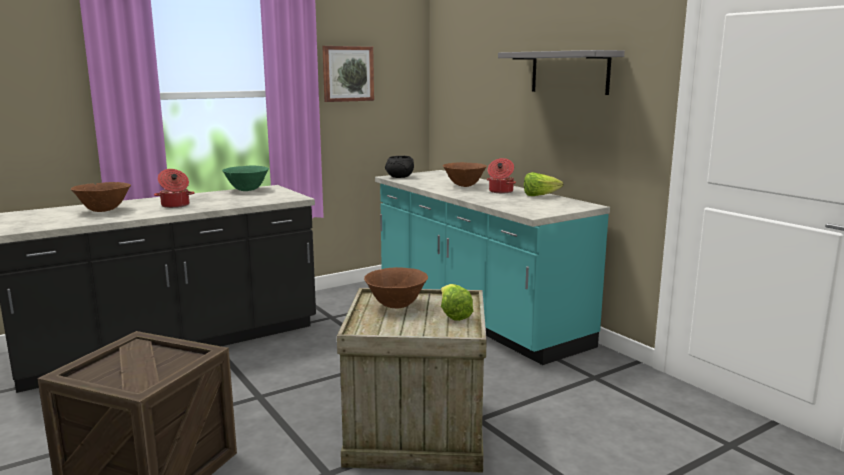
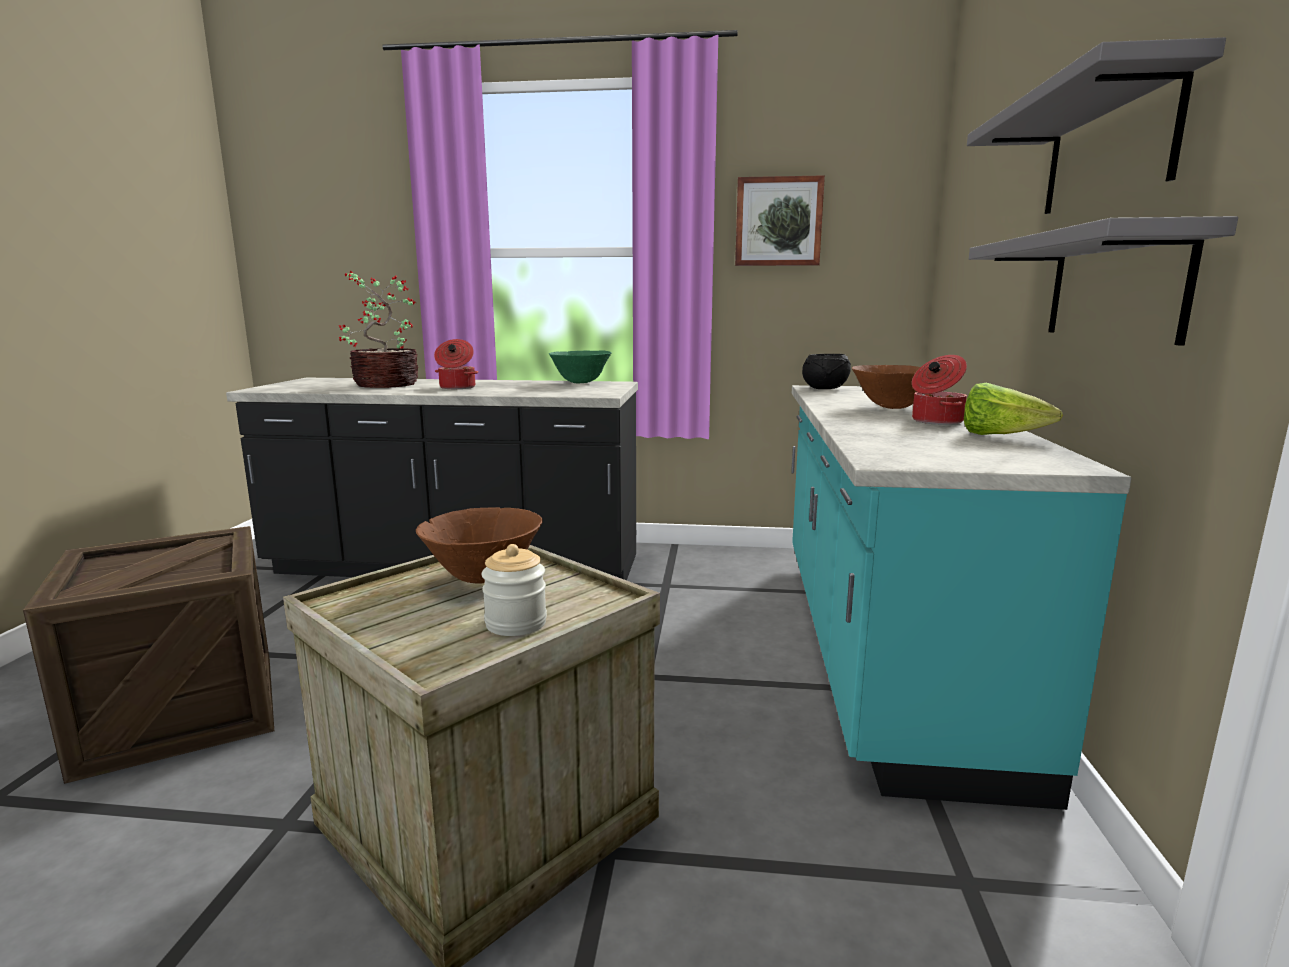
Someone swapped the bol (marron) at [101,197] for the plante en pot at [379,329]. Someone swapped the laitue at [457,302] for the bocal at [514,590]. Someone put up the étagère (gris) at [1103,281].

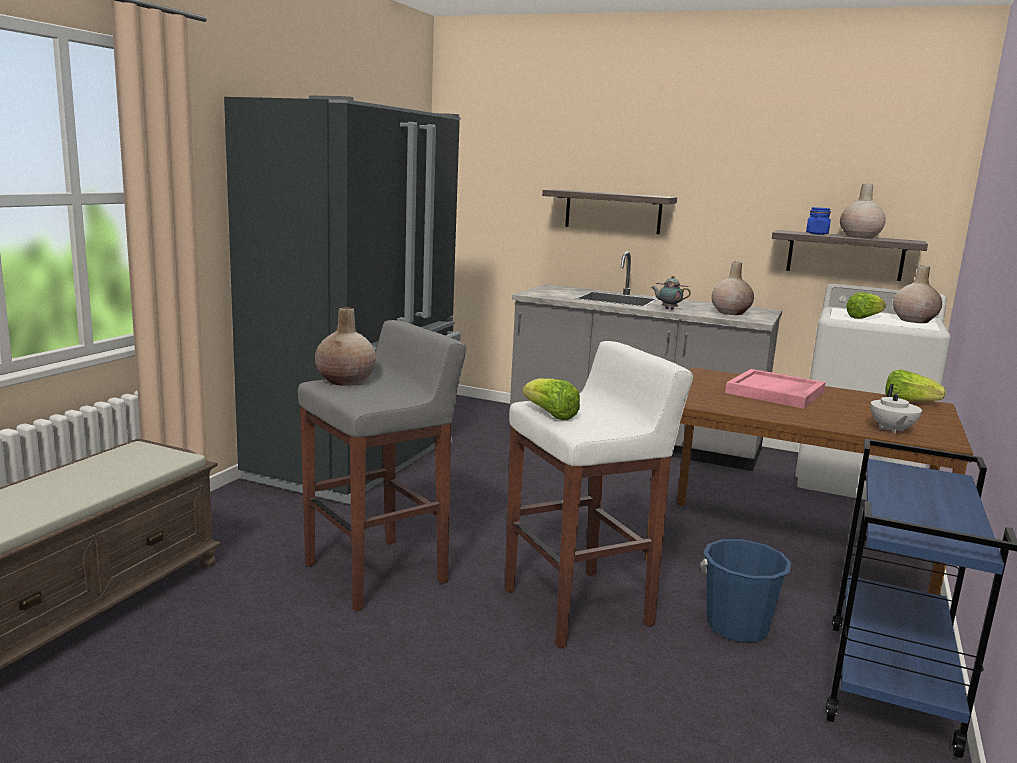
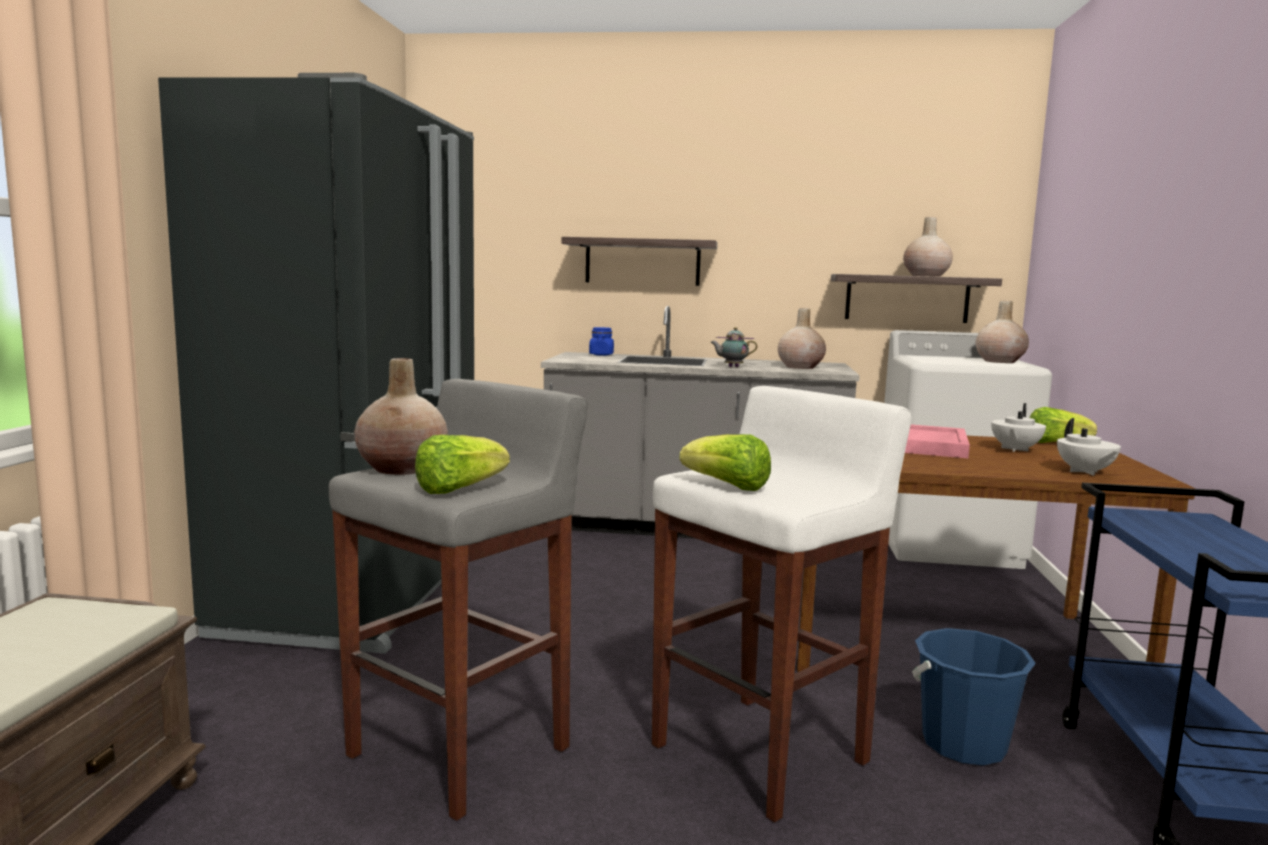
Someone carried the bocal (bleu) from [818,221] to [601,341]. Someone carried the laitue from [866,305] to [462,464]. Someone put down the théière (blanc) at [1018,427].

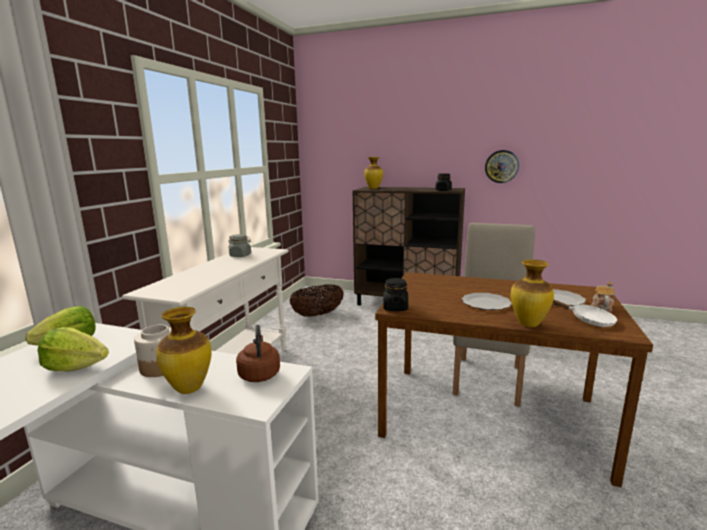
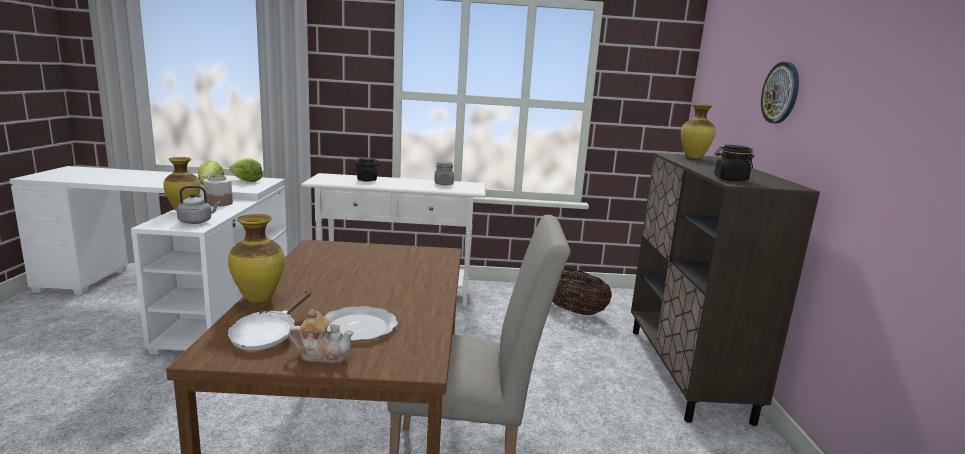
Someone carried the horloge murale from [502,166] to [780,93]. Someone carried the bocal (noir) from [395,294] to [367,169]. Someone took away the assiette at [487,301]. Someone repainted the bouilloire (marron) at [258,353], which became the bouilloire (gris) at [198,204].

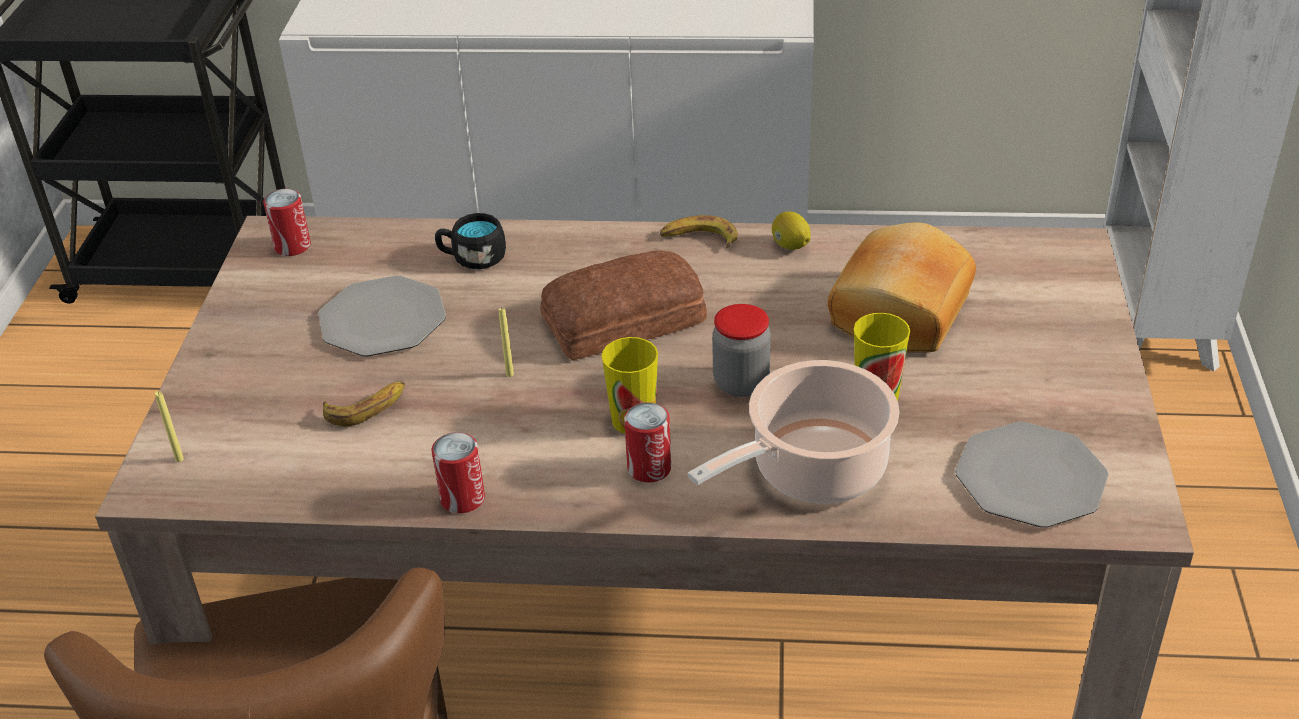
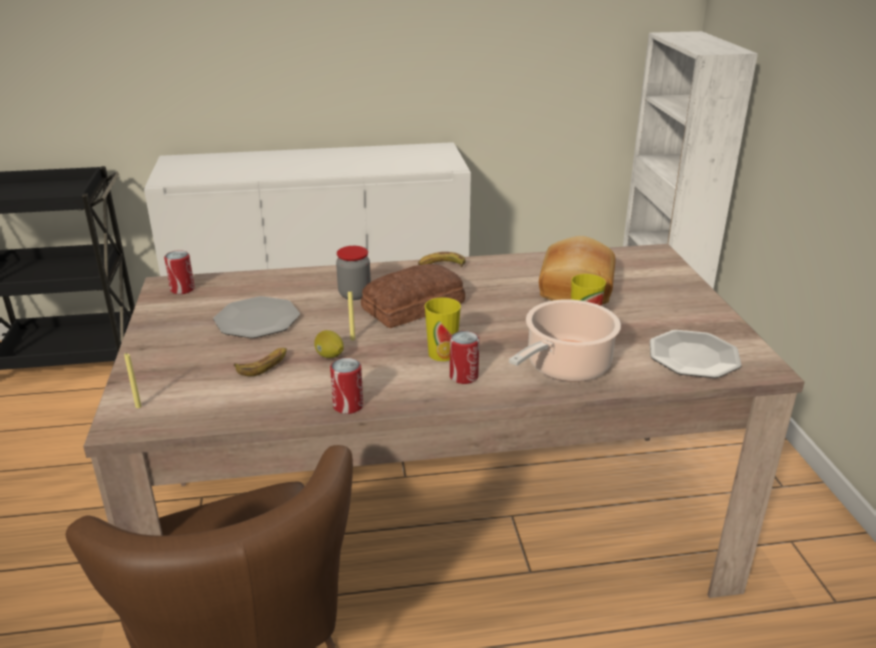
Someone carried the citron from [791,231] to [329,344]. Someone took away the mug (noir) at [470,241]. Someone carried the bocal from [741,350] to [353,273].

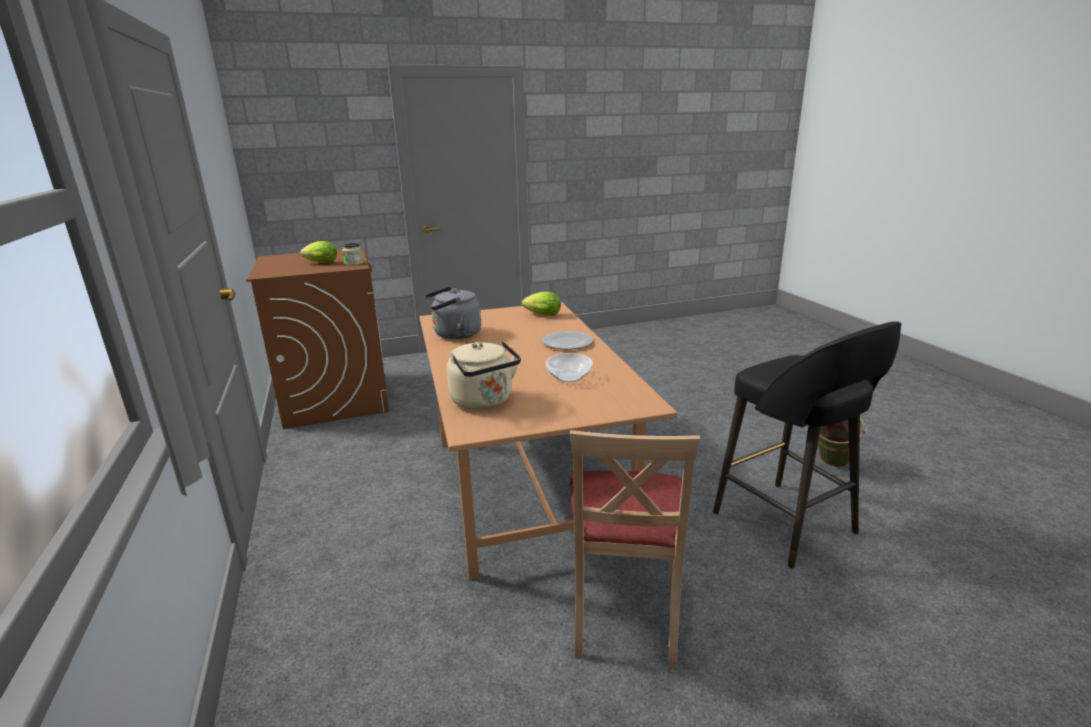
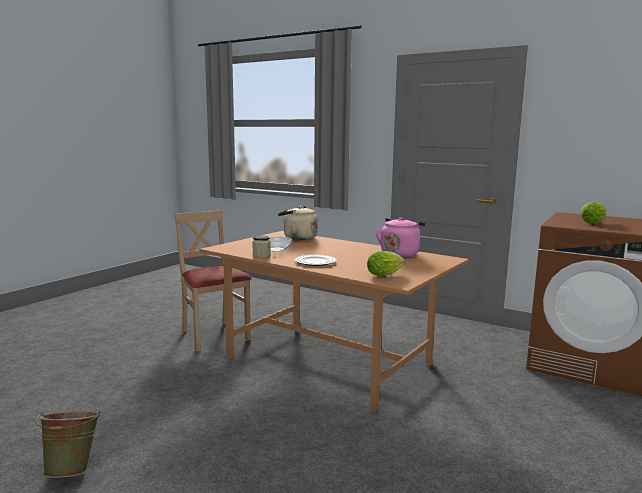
Someone carried the bocal from [352,254] to [261,247]. Someone repainted the bouilloire (gris) at [453,313], which became the bouilloire (rose) at [400,237]. Someone took away the tabouret (noir) at [807,444].

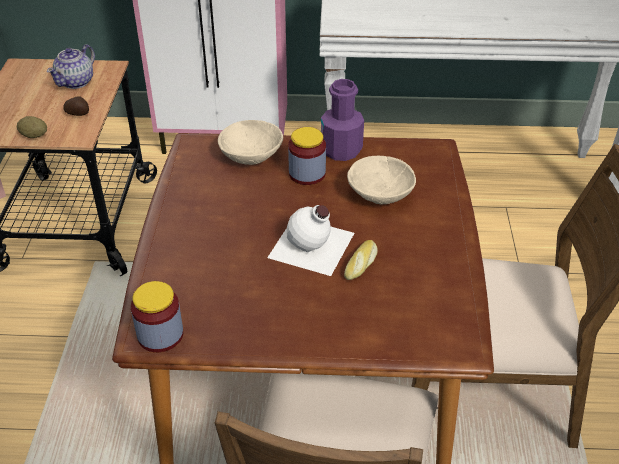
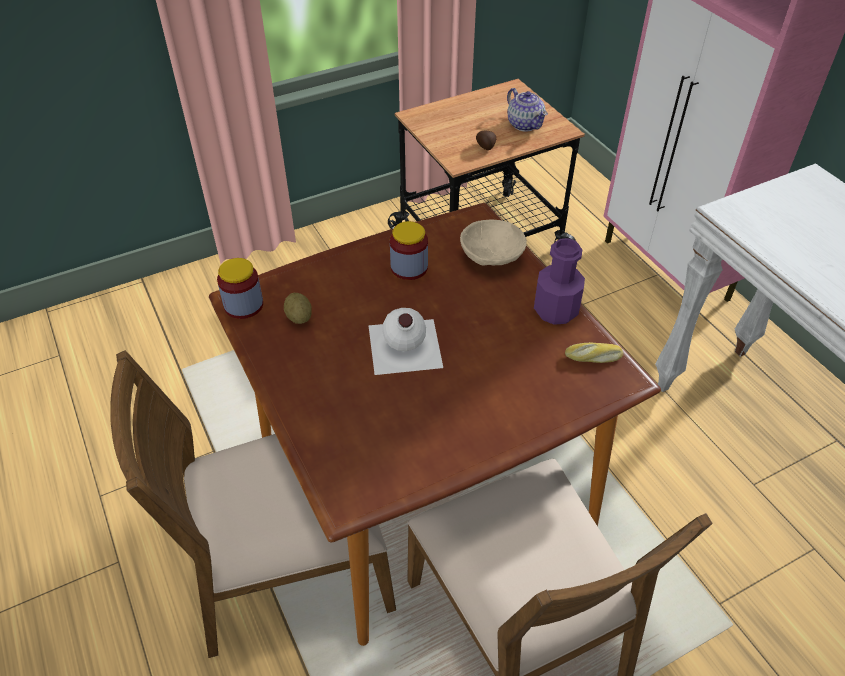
Someone rotated the théière at [71,66] by 120 degrees counterclockwise. Someone carried the pomme de terre from [32,127] to [298,308]. Someone carried the bocal from [307,156] to [409,250]. Someone took away the bol (beige) at [381,180]. Someone carried the pain from [361,260] to [594,352].

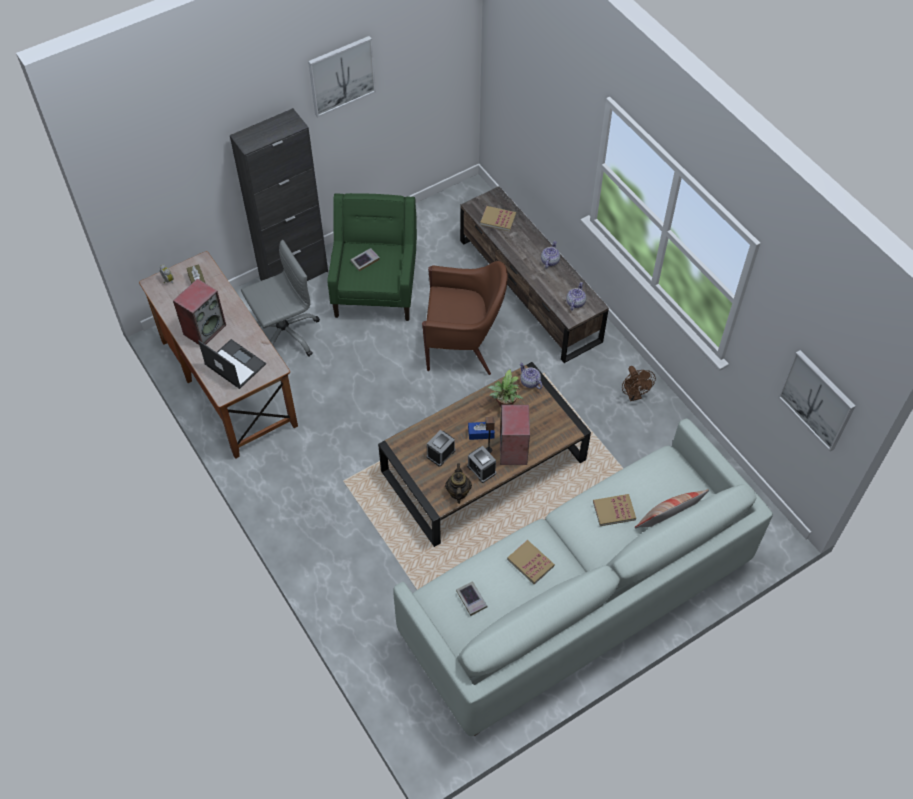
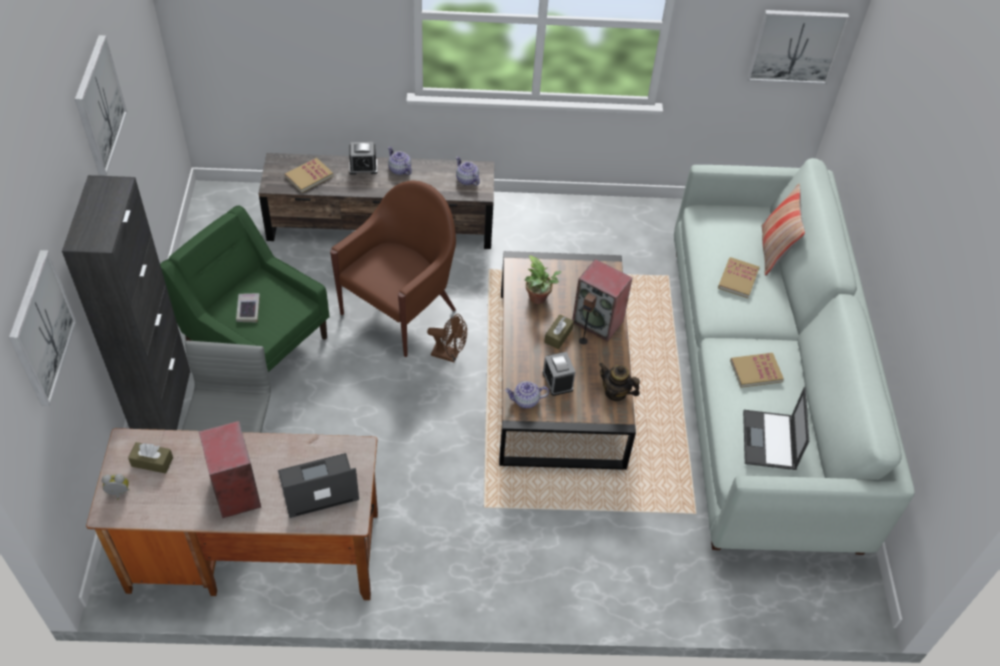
Someone carried the théière from [531,376] to [527,394]. Someone carried the ventilateur (marron) from [639,383] to [447,338]. Someone repainted the boîte à mouchoirs (bleu) at [481,431], which became the boîte à mouchoirs (marron) at [559,331]. Someone carried the réveil from [481,464] to [363,158]. Someone swapped the livre at [471,598] for the ordinateur portable at [776,428]. Someone put up the tableau at [42,328].

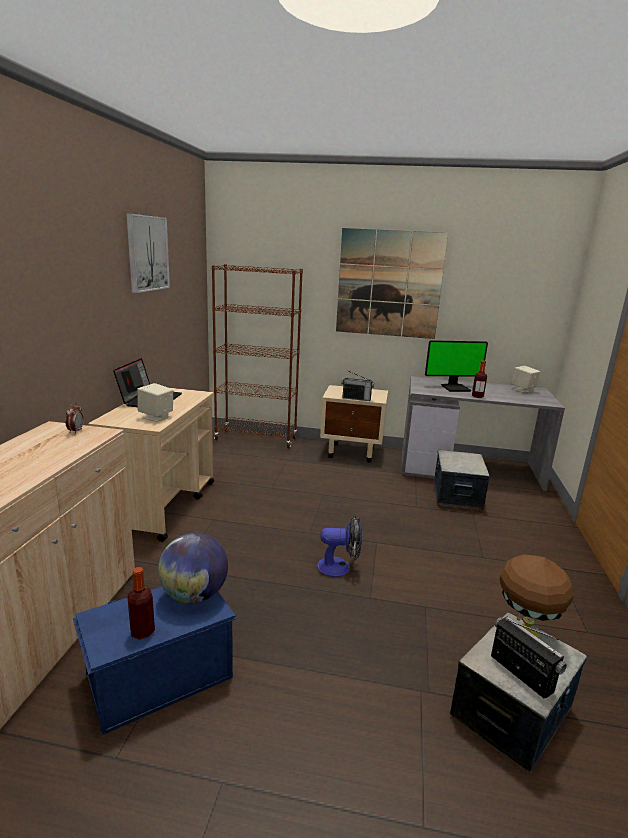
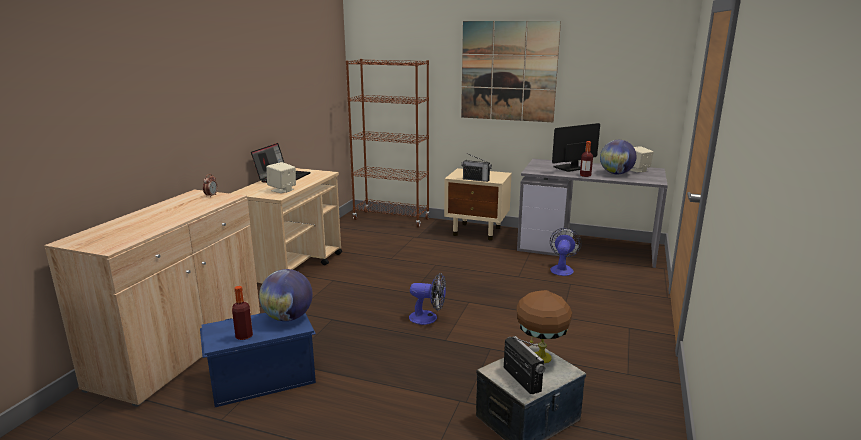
Someone took away the tableau at [148,253]. Someone rotated the écran d'ordinateur at [456,366] by 150 degrees clockwise. Someone swapped the boîte de rangement at [462,480] for the ventilateur at [566,252]. Someone put down the globe at [618,157].

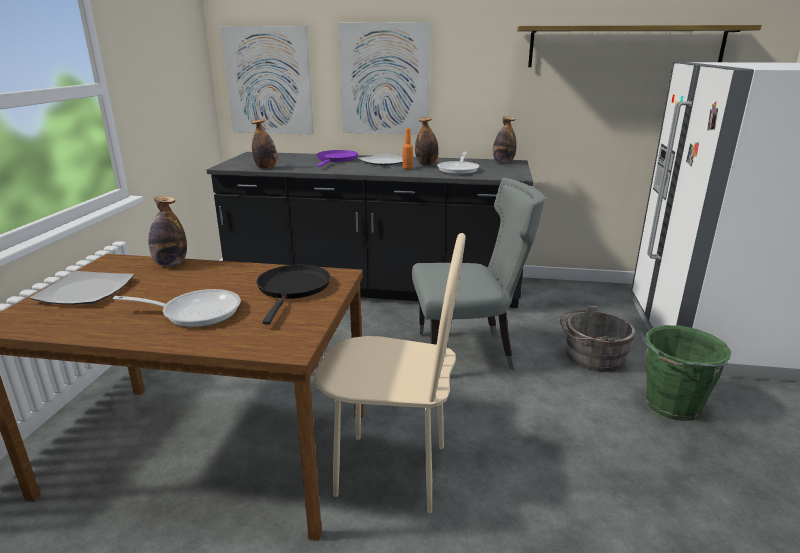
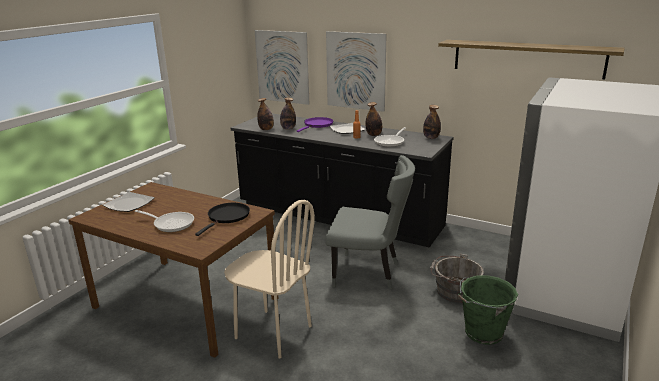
Someone carried the bouteille from [167,231] to [288,114].

